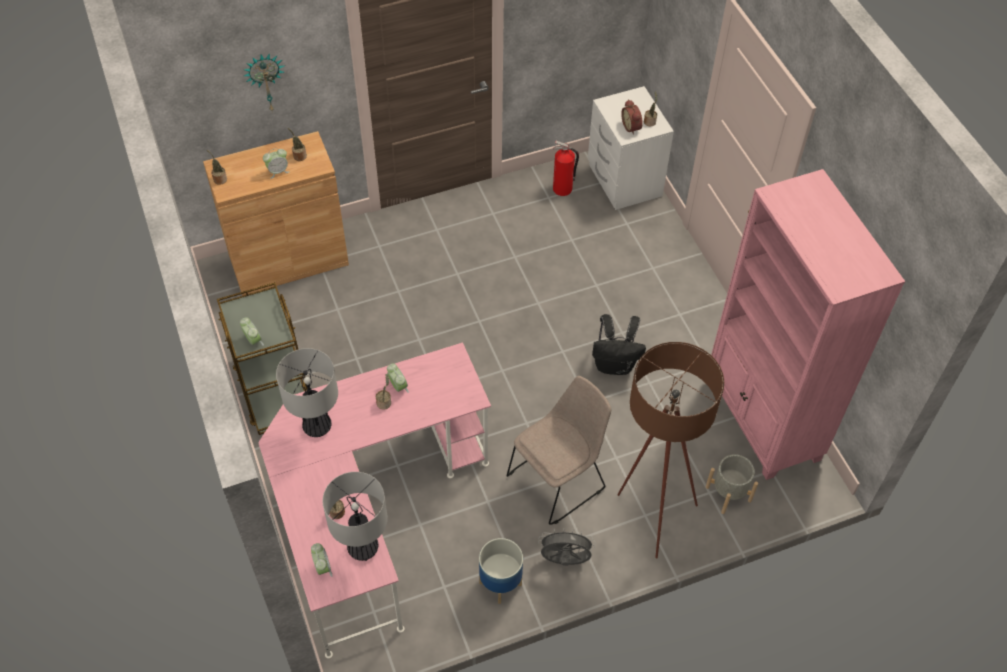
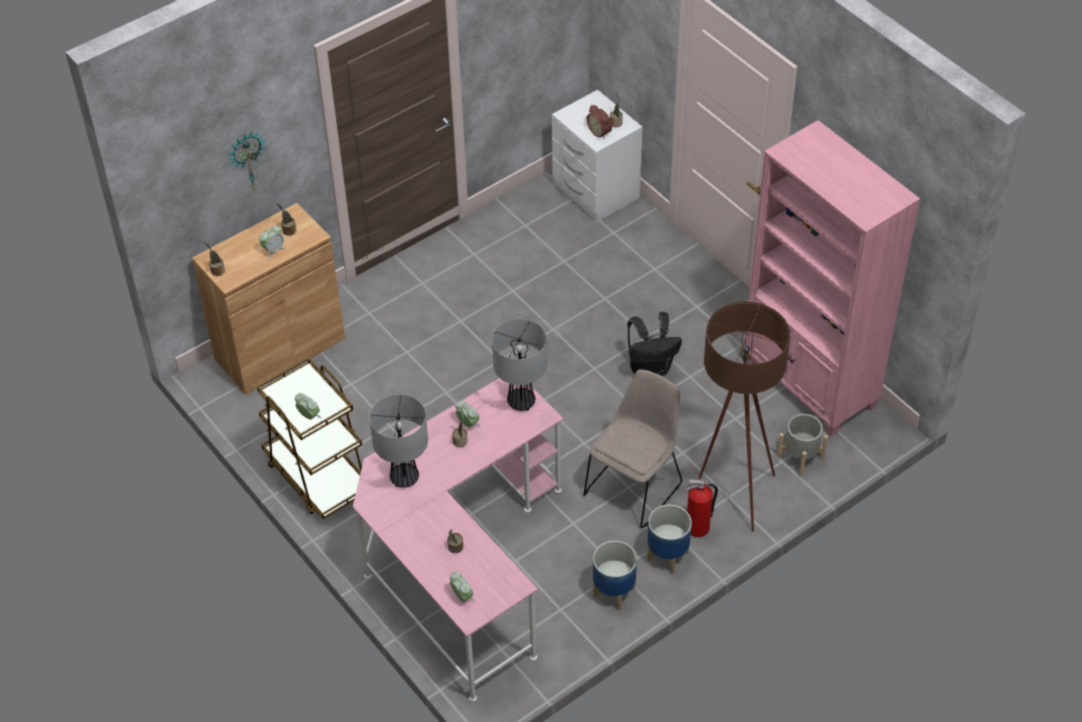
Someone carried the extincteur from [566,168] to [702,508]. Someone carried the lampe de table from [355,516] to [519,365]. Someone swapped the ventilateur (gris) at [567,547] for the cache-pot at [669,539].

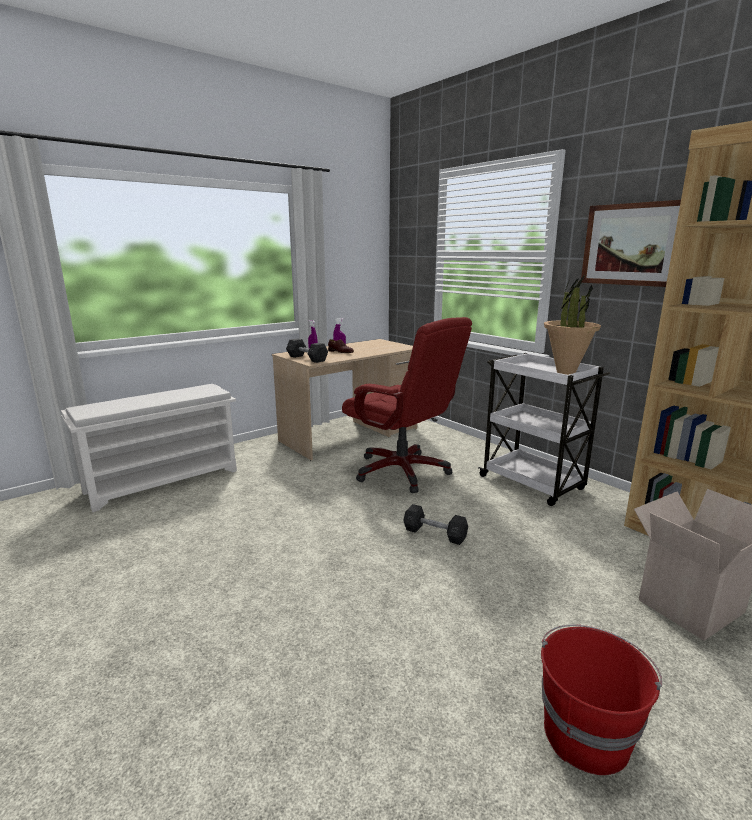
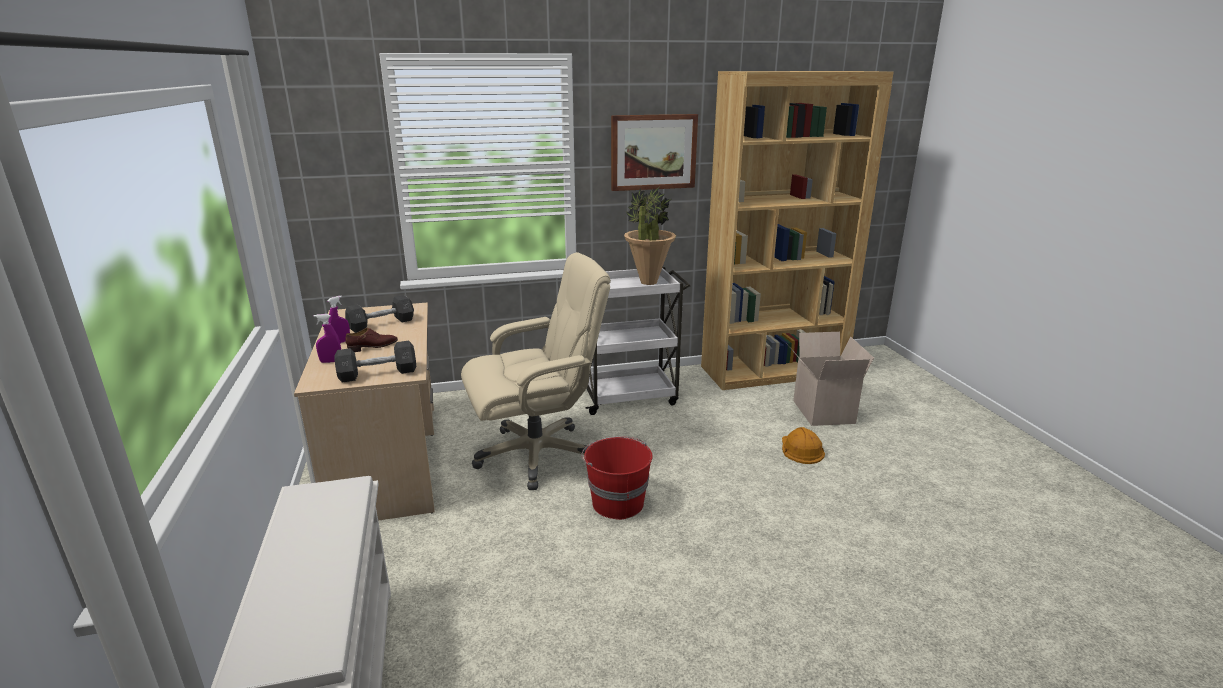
Someone repainted the chaise de bureau (rouge) at [407,405], which became the chaise de bureau (beige) at [536,371]. Someone carried the haltère (gris) from [435,524] to [379,314]. Someone carried the seau (rouge) from [601,699] to [617,478]. Someone put down the casque de chantier (orange) at [803,445].

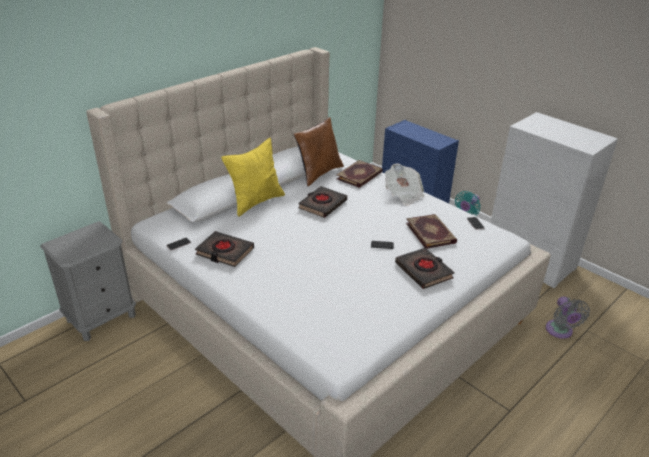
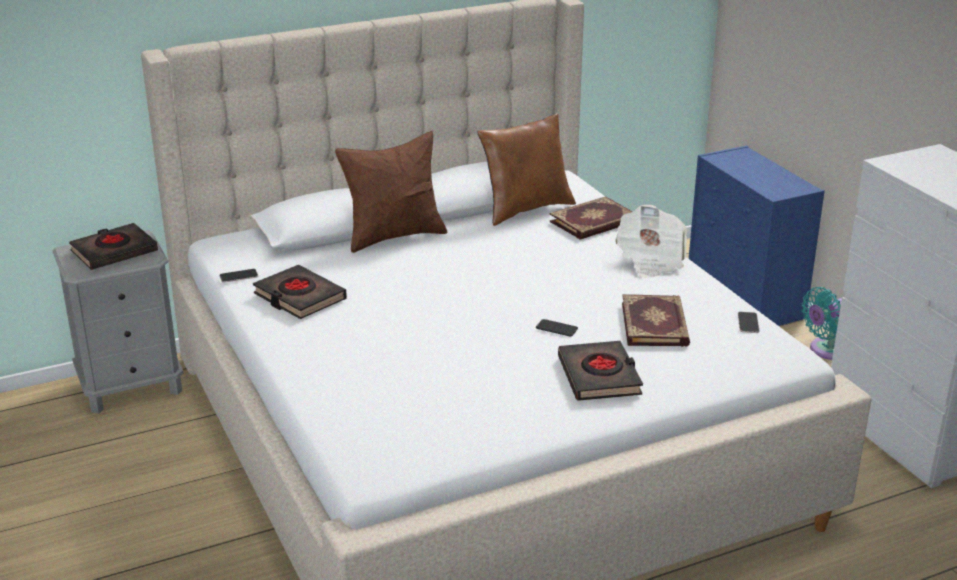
Someone repainted the coussin (jaune) at [253,177], which became the coussin (marron) at [391,192]. Someone carried the livre (noir) from [322,202] to [113,246]. Someone took away the ventilateur (gris) at [568,317].

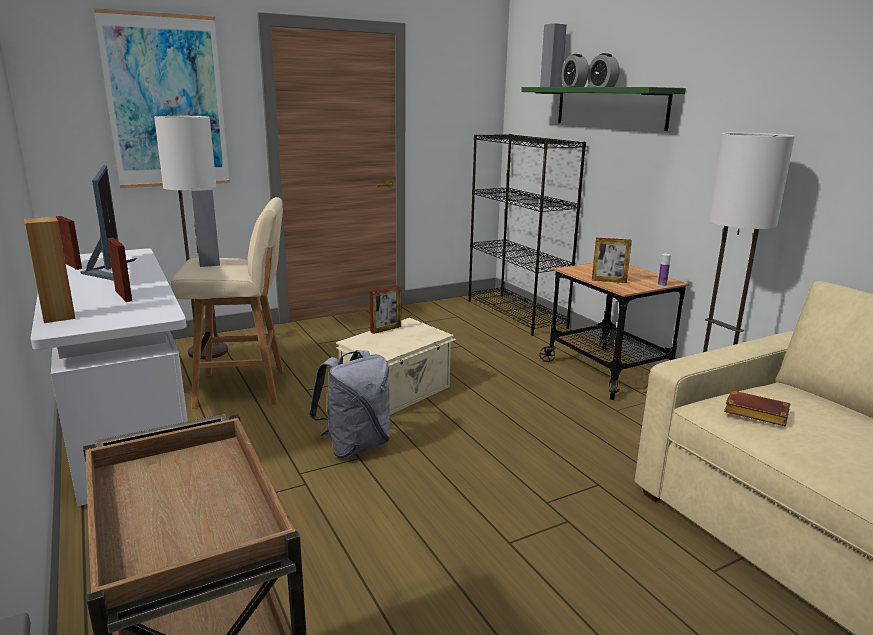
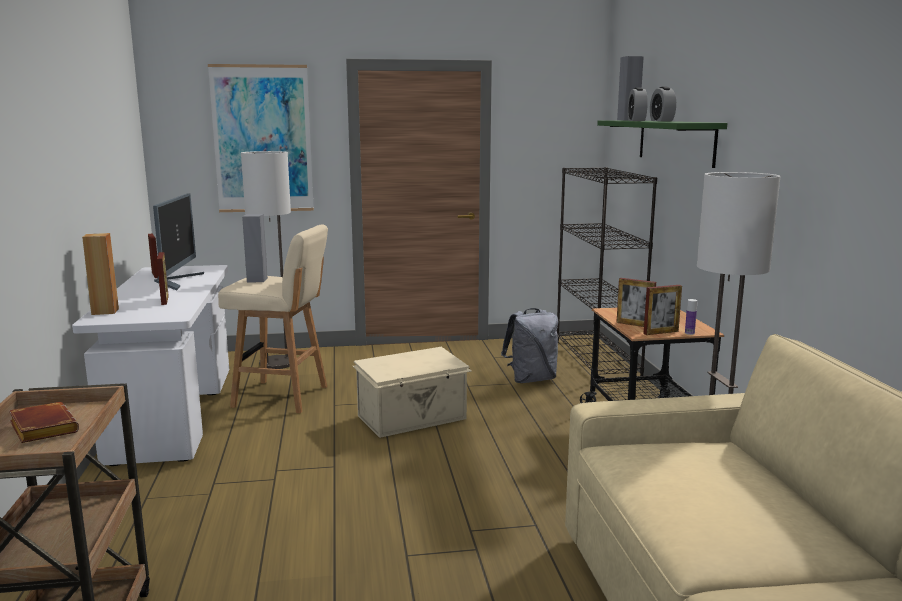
Someone carried the cadre photo from [385,309] to [663,310]. Someone carried the sac à dos (gris) from [349,404] to [529,345]. Someone carried the livre (marron) from [757,408] to [44,422].

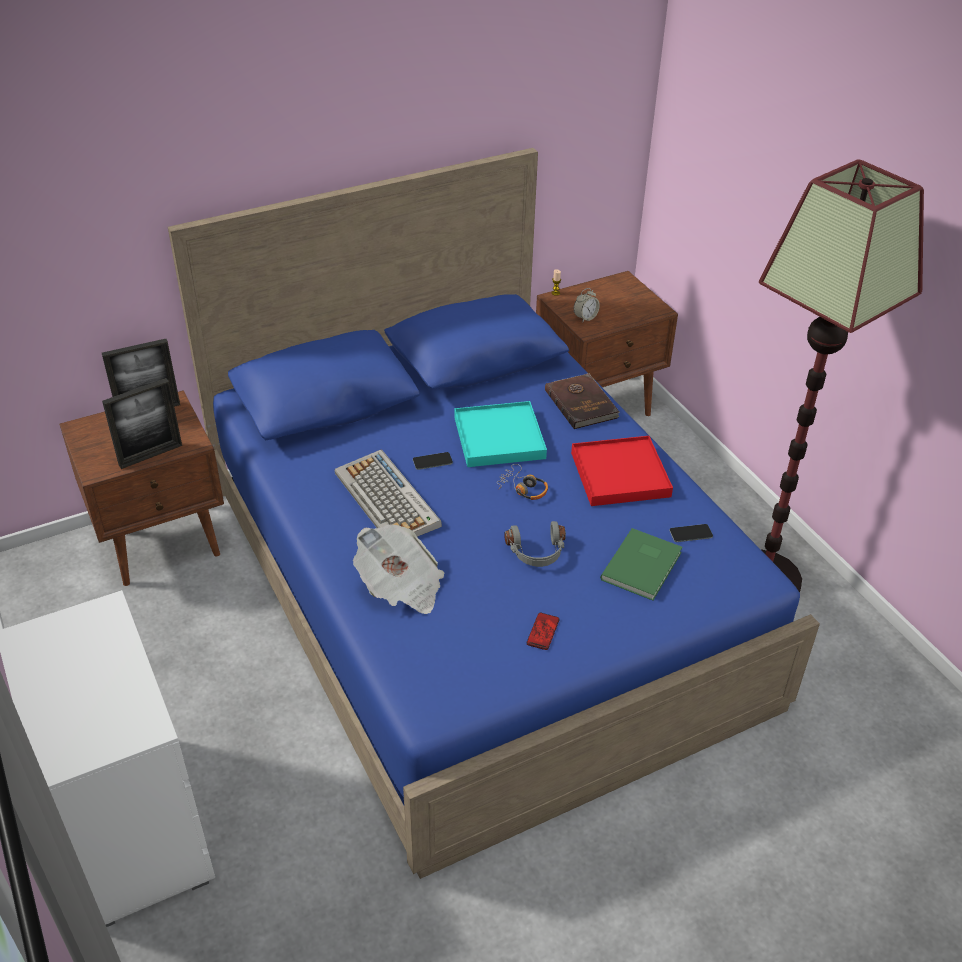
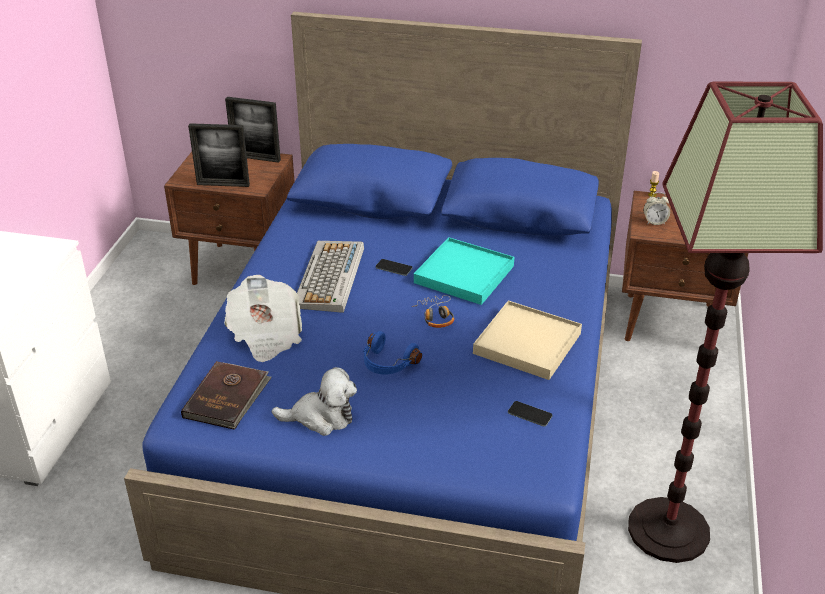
Someone carried the livre (marron) from [582,401] to [226,395]. Someone repainted the plateau (rouge) at [622,471], which became the plateau (beige) at [527,340]. Someone repainted the casque audio (gris) at [535,544], which became the casque audio (bleu) at [392,353]. Someone took away the livre (vert) at [641,564]. Someone swapped the téléphone at [543,631] for the peluche at [314,401].

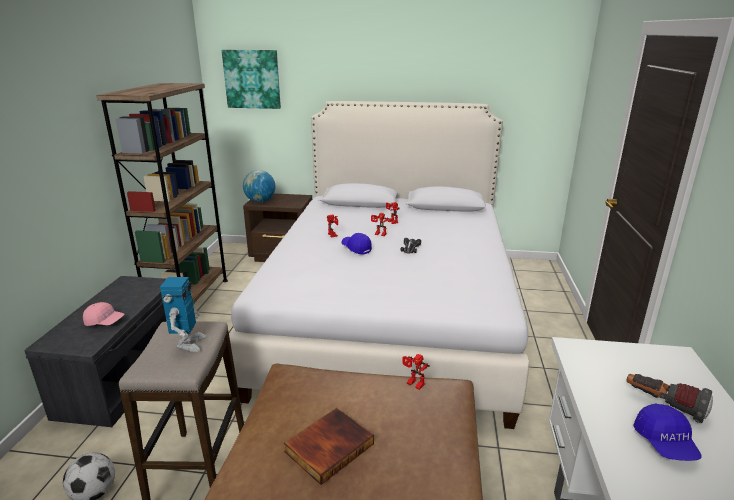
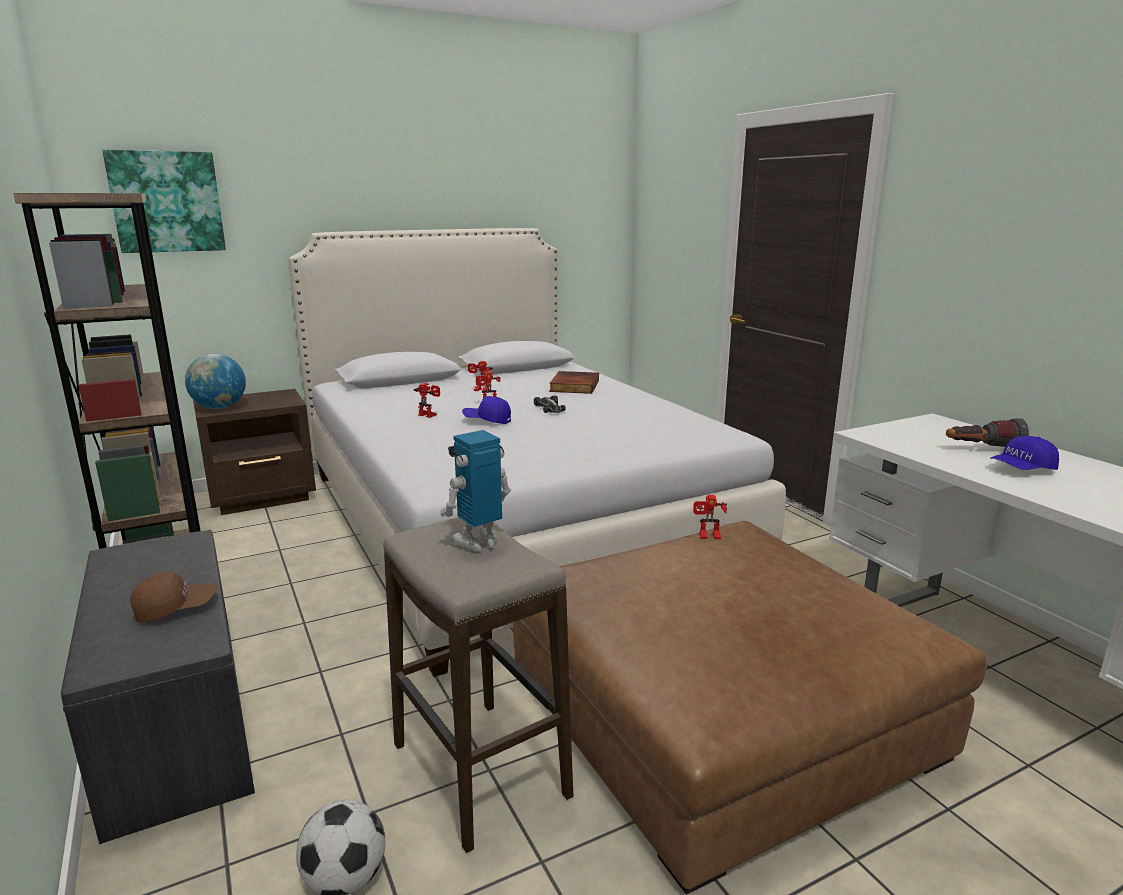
Someone rotated the robot jouet at [183,314] by 90 degrees counterclockwise. Someone repainted the casquette (rose) at [104,314], which became the casquette (marron) at [173,597]. Someone rotated the casquette (bleu) at [667,432] by 105 degrees clockwise. Someone carried the livre from [329,446] to [574,382].

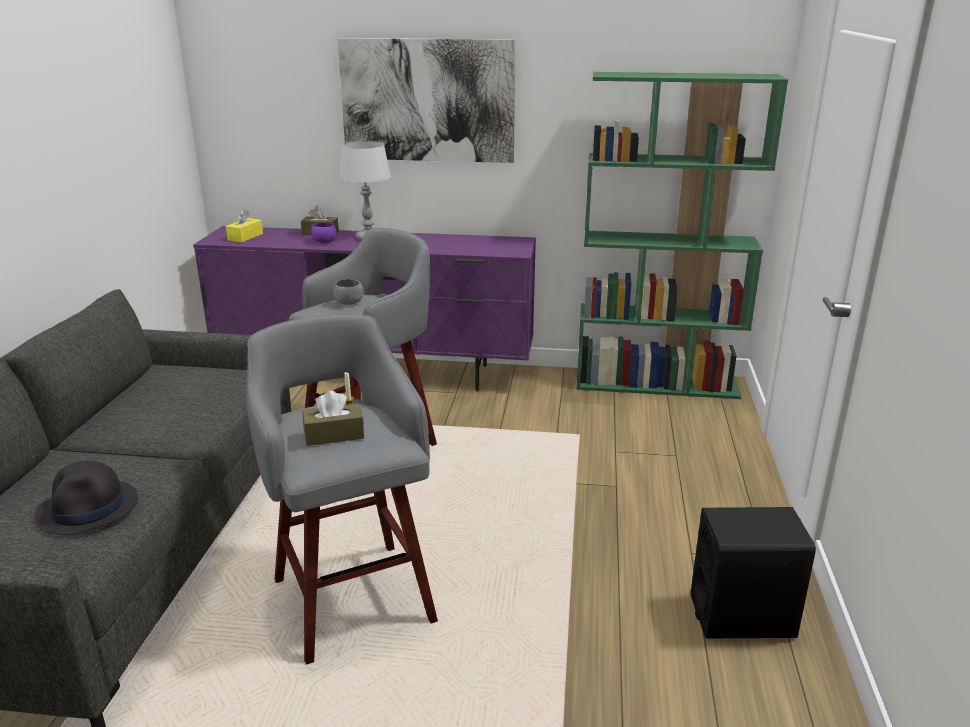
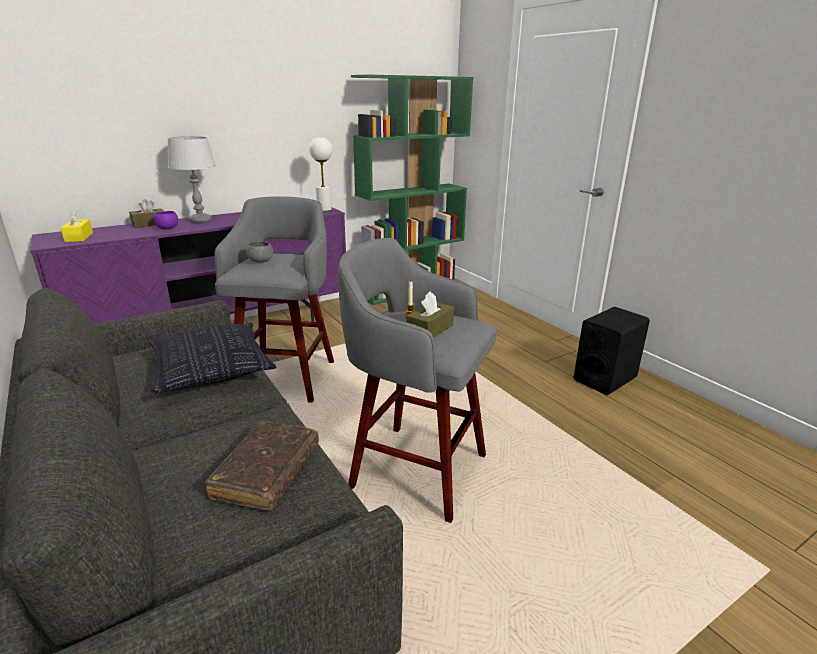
Someone took away the tableau at [426,100]. Someone swapped the chapeau (noir) at [86,498] for the livre (marron) at [261,466]. Someone put down the lampe de table (blanc) at [320,174]. Someone put down the coussin at [212,358].

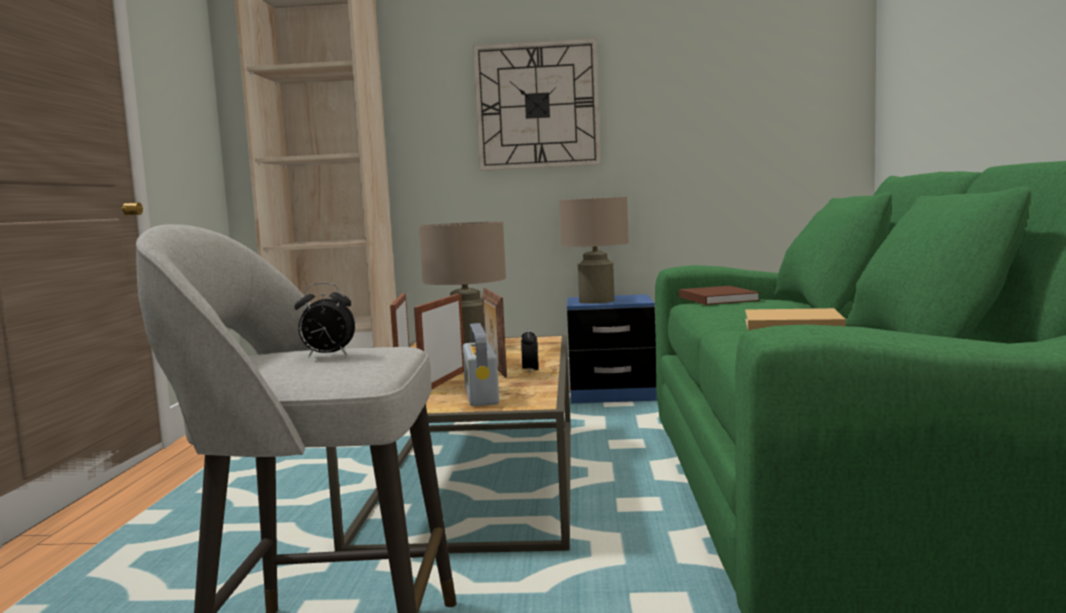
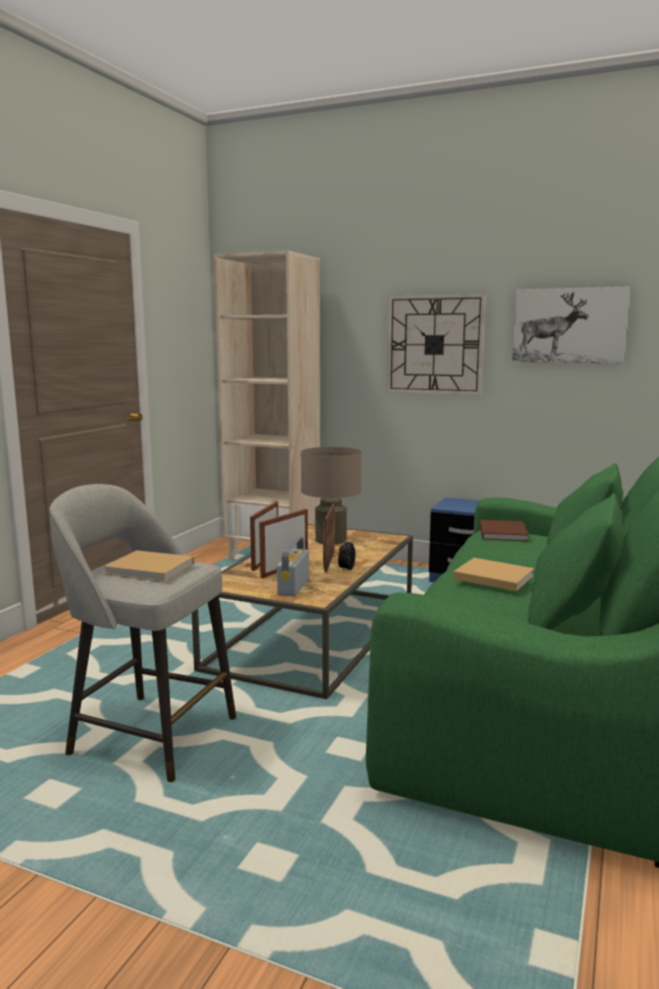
Someone took away the lampe de table (beige) at [594,250]. Someone swapped the réveil at [324,320] for the livre (beige) at [149,566]. Someone put up the tableau at [571,324].

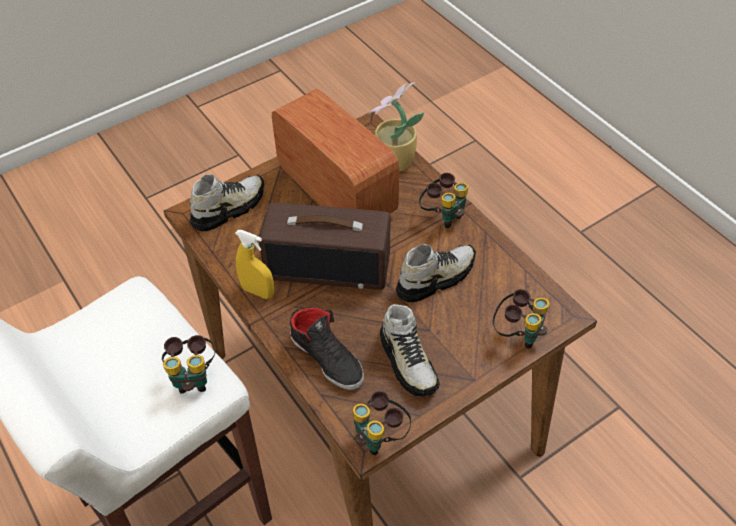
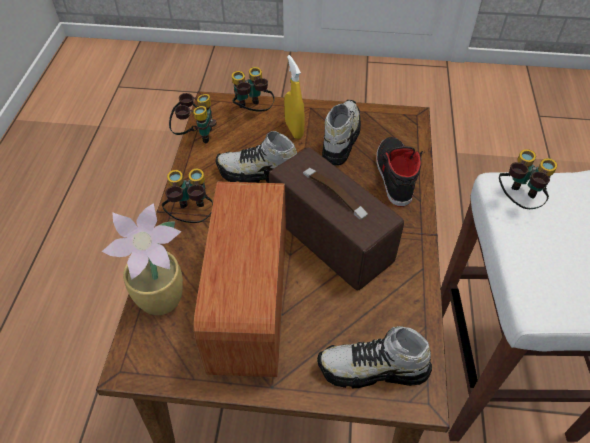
Someone carried the vaporisateur (jaune) from [254,264] to [294,97]. Someone carried the jumelles from [382,423] to [193,118].

